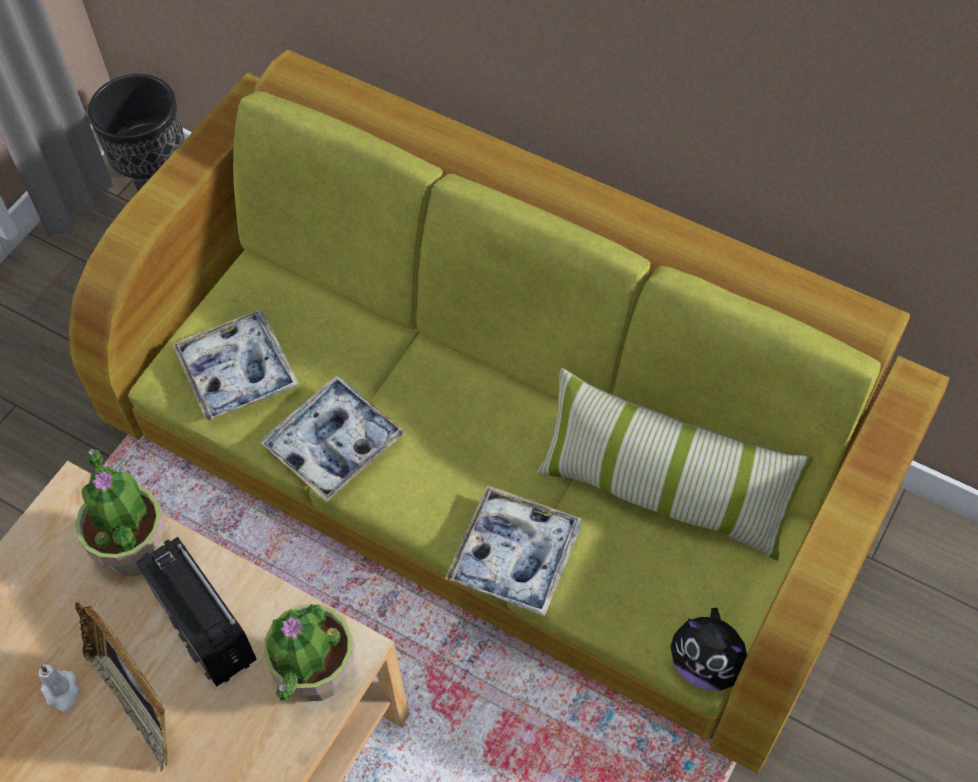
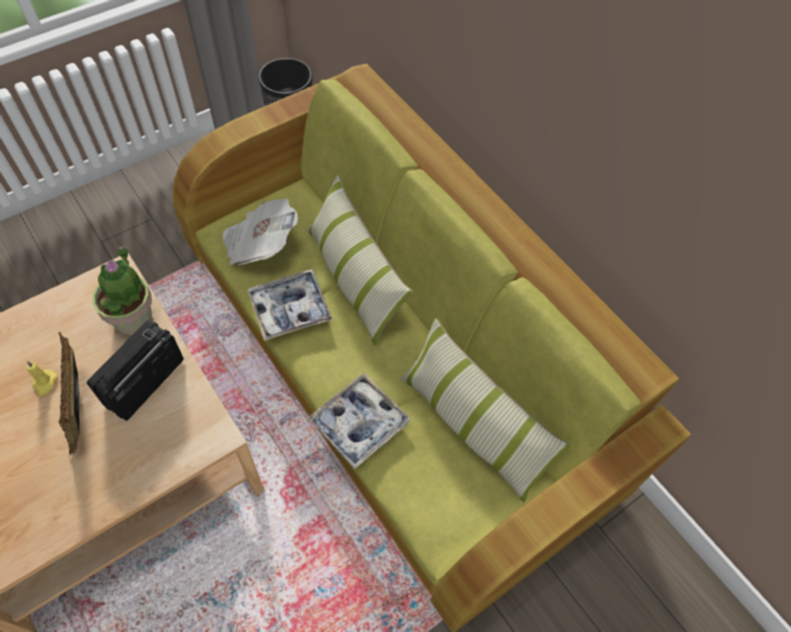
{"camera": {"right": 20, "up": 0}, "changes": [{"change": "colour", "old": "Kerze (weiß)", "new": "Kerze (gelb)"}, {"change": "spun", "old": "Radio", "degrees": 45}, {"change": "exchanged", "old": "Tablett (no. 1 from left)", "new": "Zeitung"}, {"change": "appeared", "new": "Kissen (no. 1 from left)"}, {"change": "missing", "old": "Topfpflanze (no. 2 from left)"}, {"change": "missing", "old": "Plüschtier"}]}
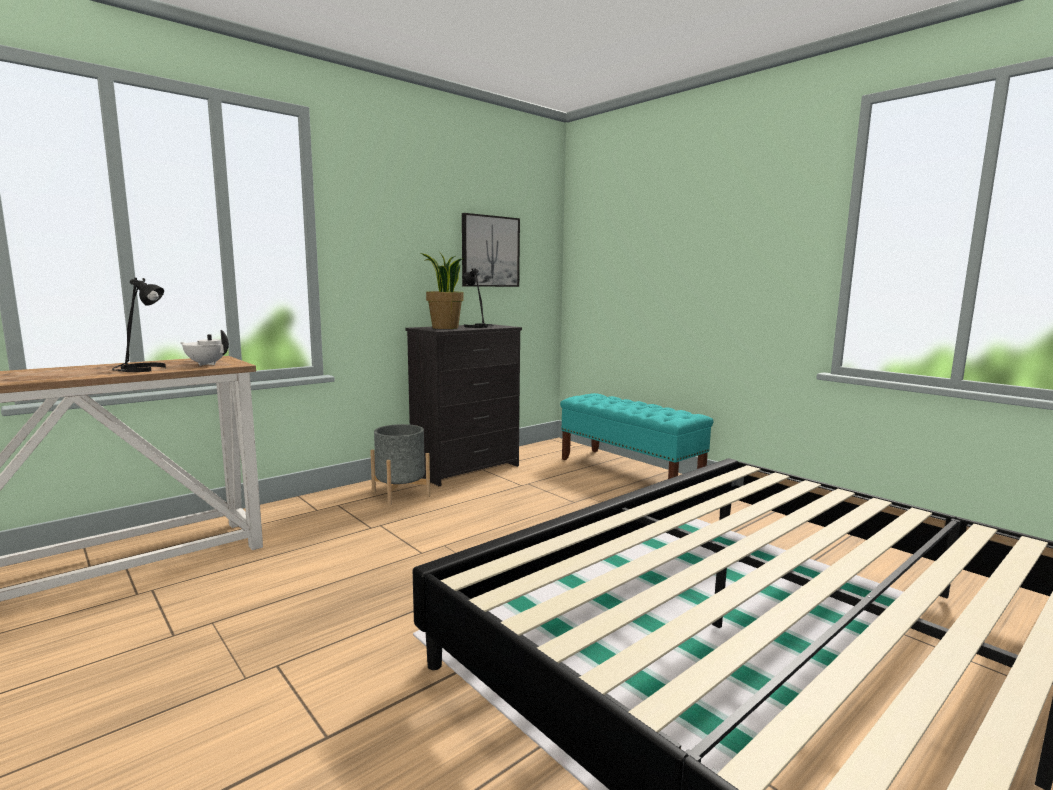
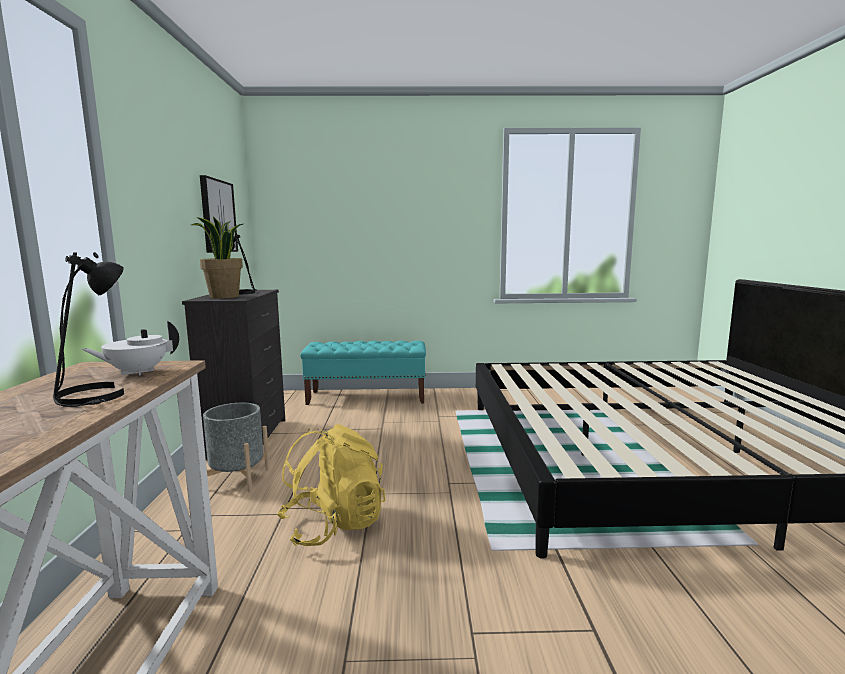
{"camera": {"right": -50, "up": 0}, "changes": [{"change": "appeared", "new": "Rucksack (gelb)"}]}
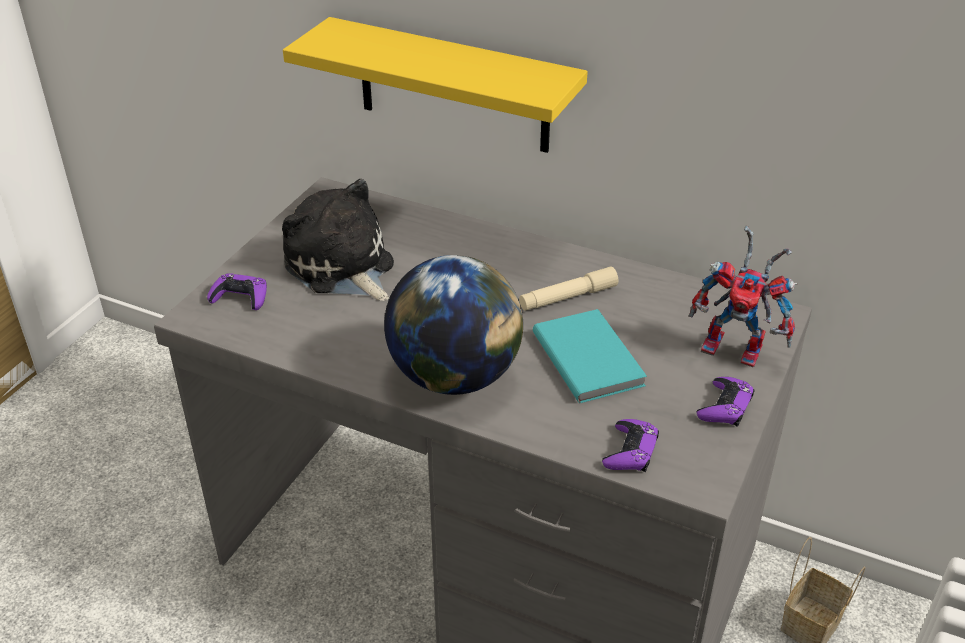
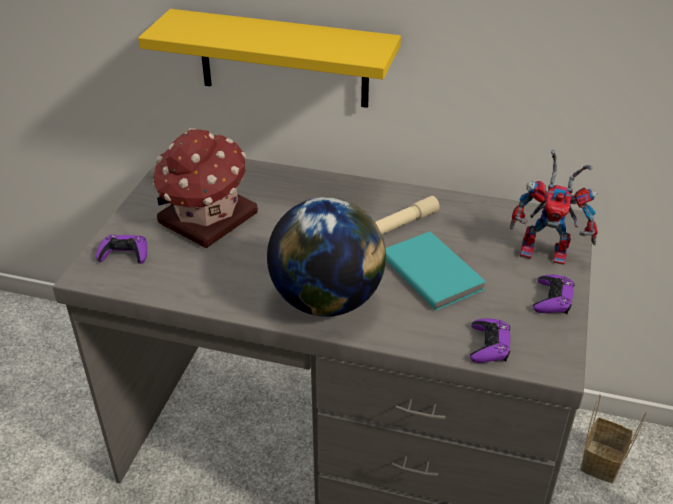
{"camera": {"right": -10, "up": 0}, "changes": [{"change": "exchanged", "old": "Plüschtier", "new": "Spielzeughaus"}]}
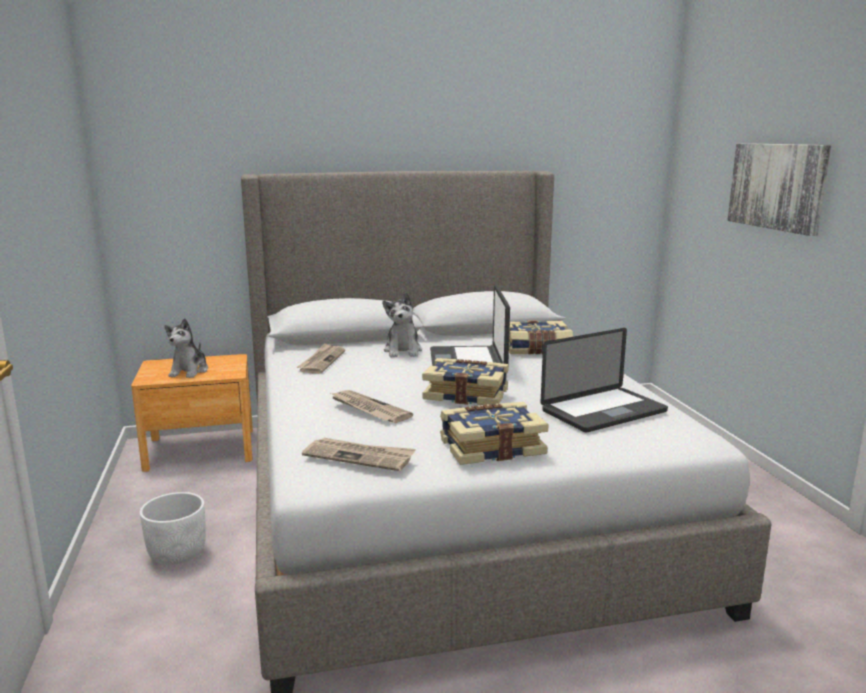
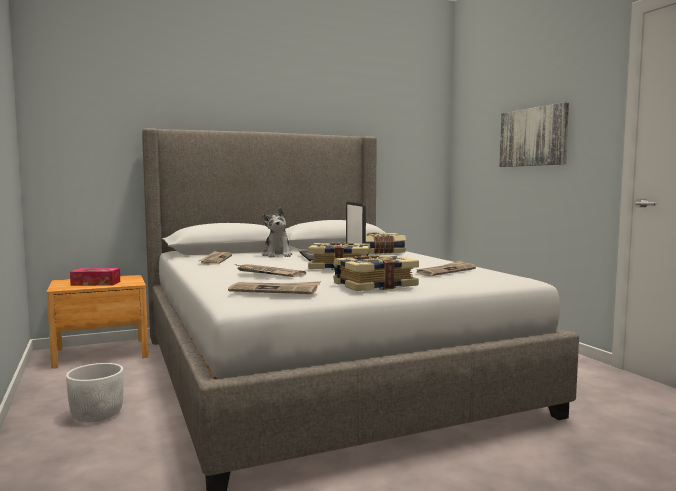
{"camera": {"right": -10, "up": -10}, "changes": [{"change": "exchanged", "old": "Plüschtier (no. 1 from left)", "new": "Taschentuchbox"}, {"change": "exchanged", "old": "Laptop (no. 2 from left)", "new": "Zeitung (no. 4 from left)"}]}
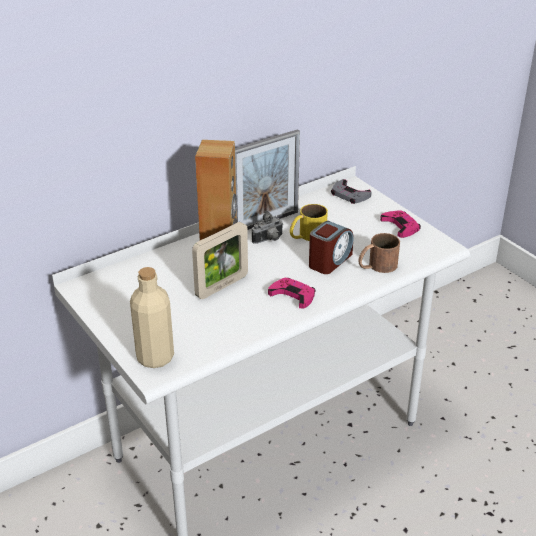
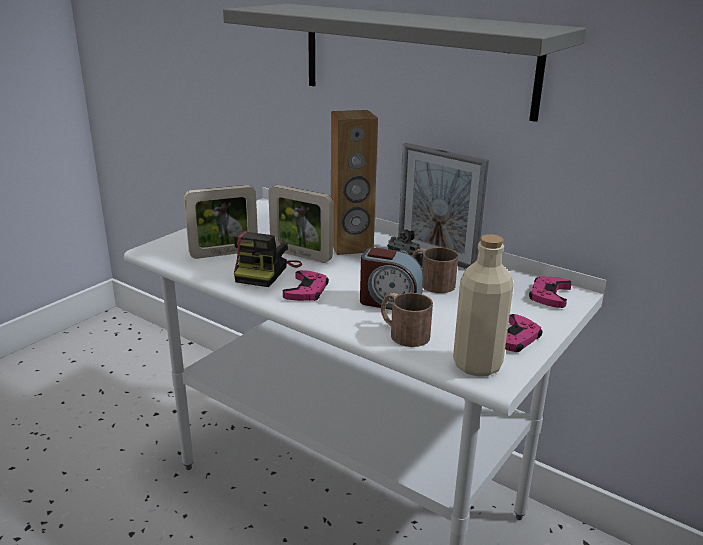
{"camera": {"right": 70, "up": -10}, "changes": [{"change": "appeared", "new": "Bilderrahmen (no. 1 from left)"}, {"change": "appeared", "new": "Wandregal (grau)"}, {"change": "appeared", "new": "Kamera (no. 1 from left)"}, {"change": "colour", "old": "Henkelbecher (gelb)", "new": "Henkelbecher (braun) (no. 2 from left)"}, {"change": "relocated", "old": "Flasche (beige)"}, {"change": "colour", "old": "Gamepad (grau)", "new": "Gamepad (rosa) (no. 3 from left)"}]}
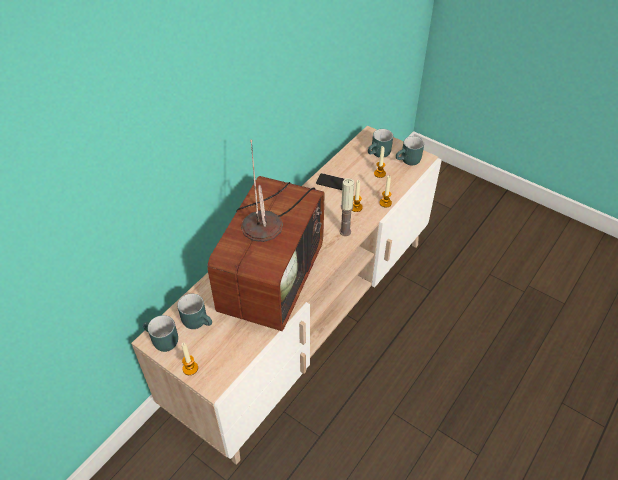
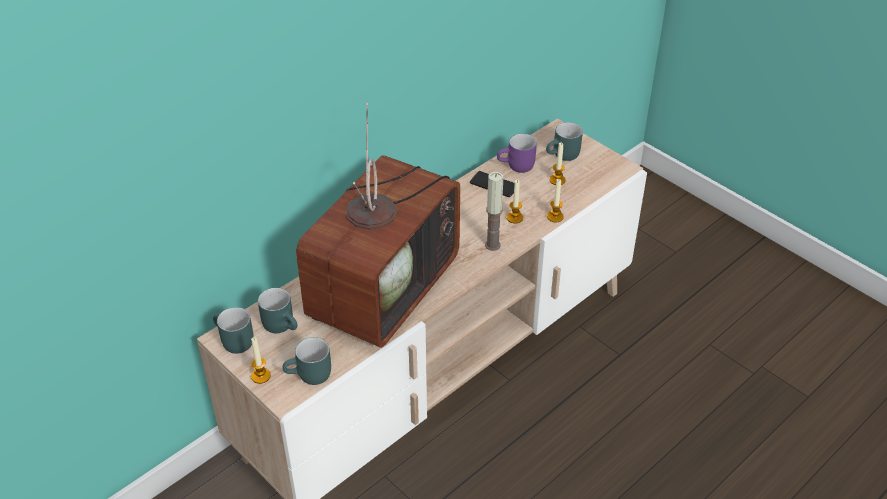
{"camera": {"right": 10, "up": -5}, "changes": [{"change": "relocated", "old": "Henkelbecher (türkis) (no. 4 from left in the first image)", "new": "Henkelbecher (türkis) (no. 3 from left)"}, {"change": "appeared", "new": "Henkelbecher (lila)"}]}
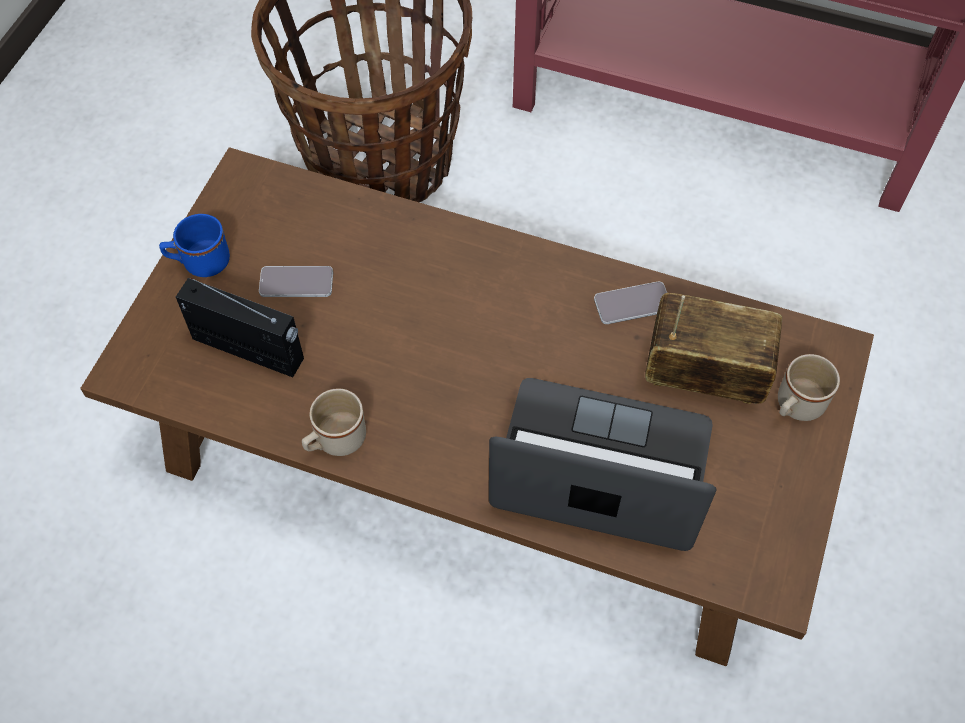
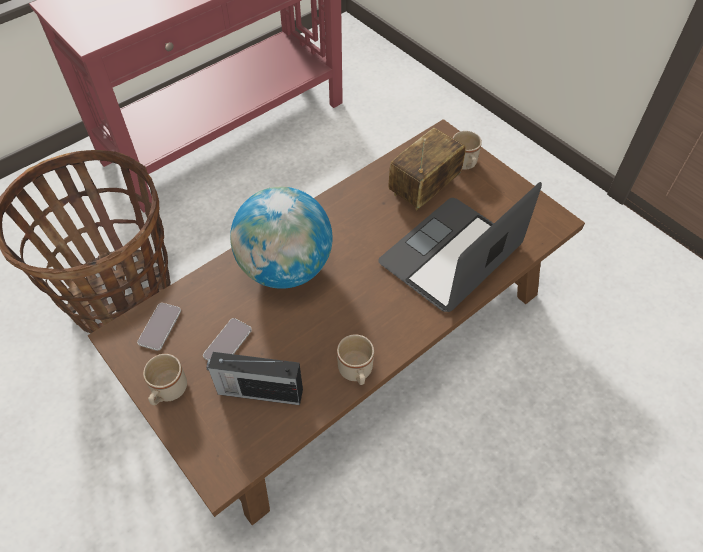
{"camera": {"right": -60, "up": -5}, "changes": [{"change": "relocated", "old": "Handy (no. 2 from left in the first image)", "new": "Handy (no. 1 from left)"}, {"change": "colour", "old": "Henkelbecher (blau)", "new": "Henkelbecher (beige) (no. 1 from left)"}, {"change": "spun", "old": "Radio (no. 1 from left)", "degrees": -135}, {"change": "appeared", "new": "Globus"}]}
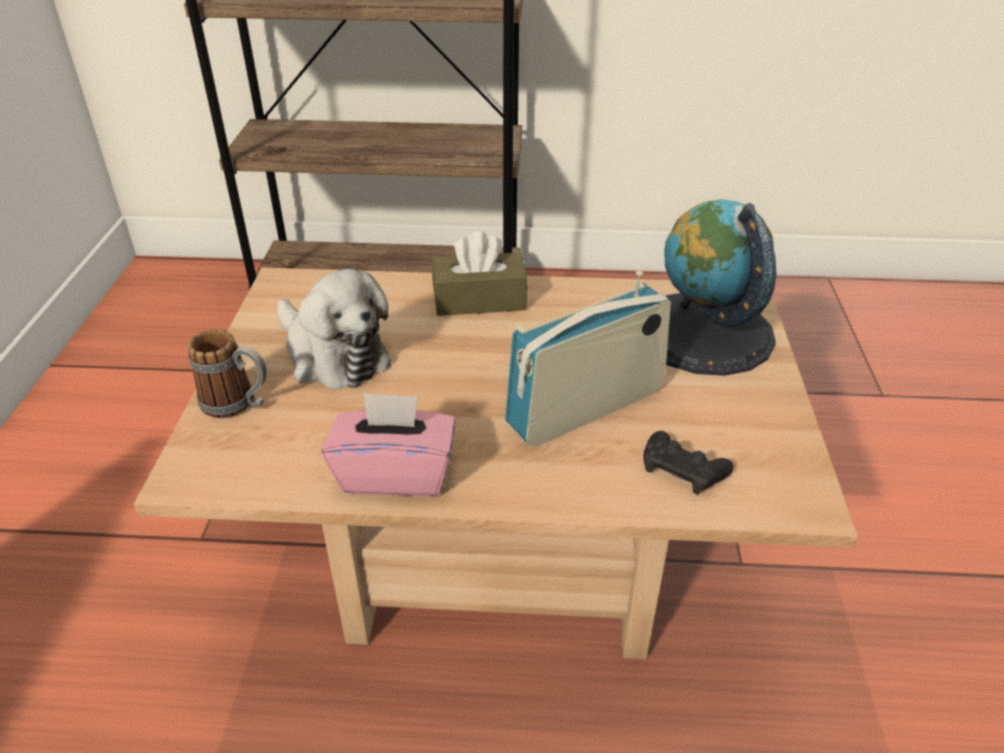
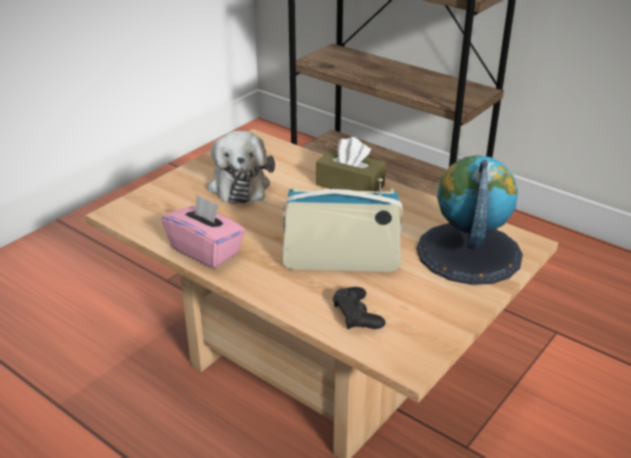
{"camera": {"right": 35, "up": -5}, "changes": [{"change": "missing", "old": "Henkelbecher"}]}
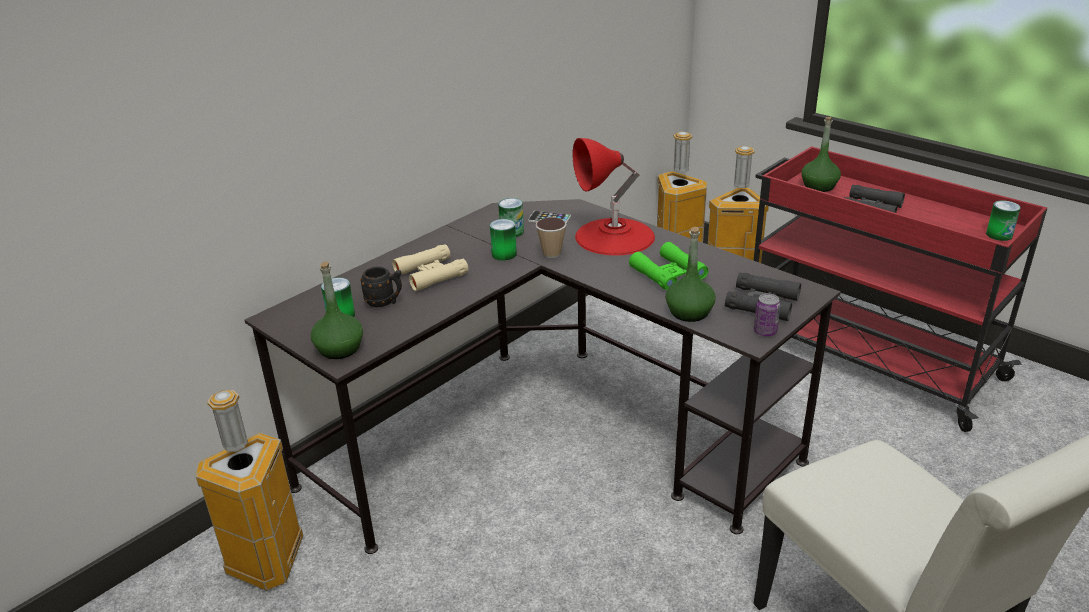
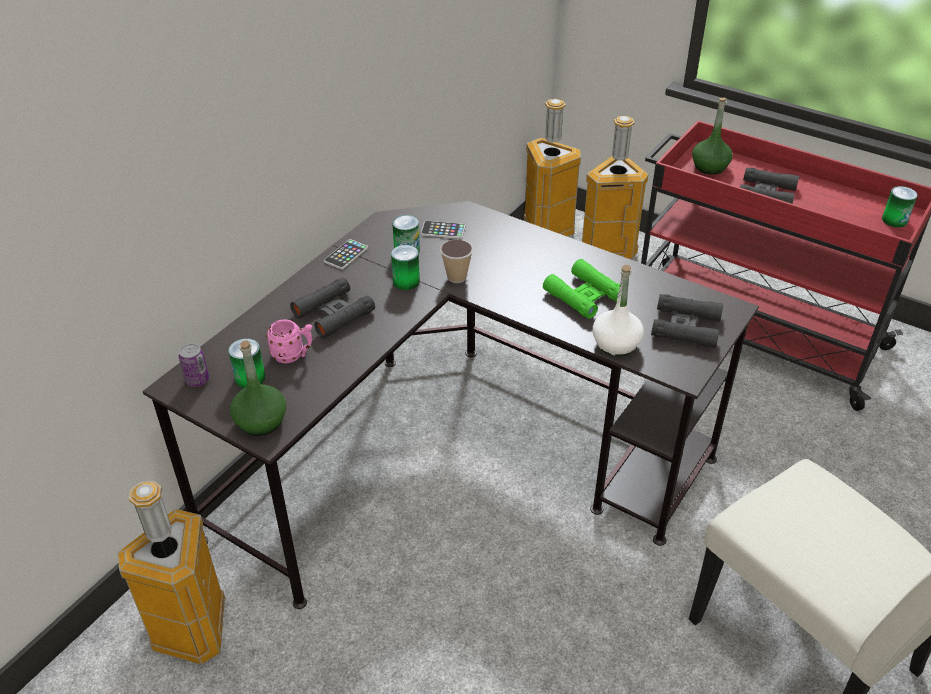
{"camera": {"right": -10, "up": 10}, "changes": [{"change": "relocated", "old": "Dose (no. 4 from left in the first image)", "new": "Dose (no. 1 from left)"}, {"change": "colour", "old": "Henkelbecher (schwarz)", "new": "Henkelbecher (rosa)"}, {"change": "colour", "old": "Fernglas (beige)", "new": "Fernglas (schwarz) (no. 1 from left)"}, {"change": "appeared", "new": "Handy (no. 1 from left)"}, {"change": "colour", "old": "Flasche (grün) (no. 2 from left)", "new": "Flasche (weiß)"}, {"change": "missing", "old": "Tischlampe (rot)"}]}
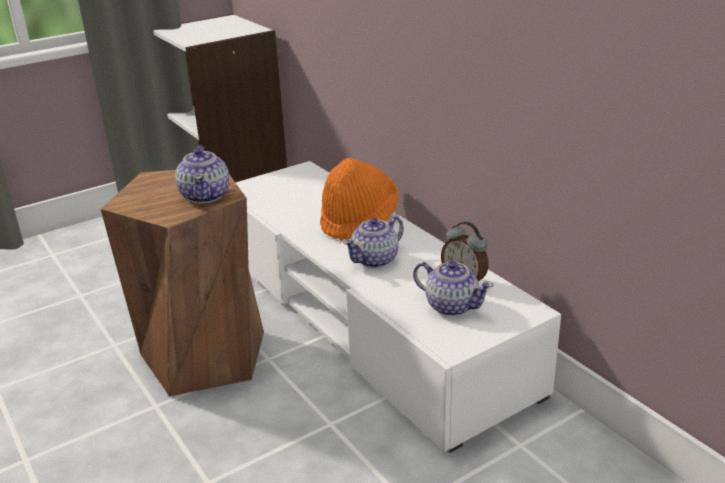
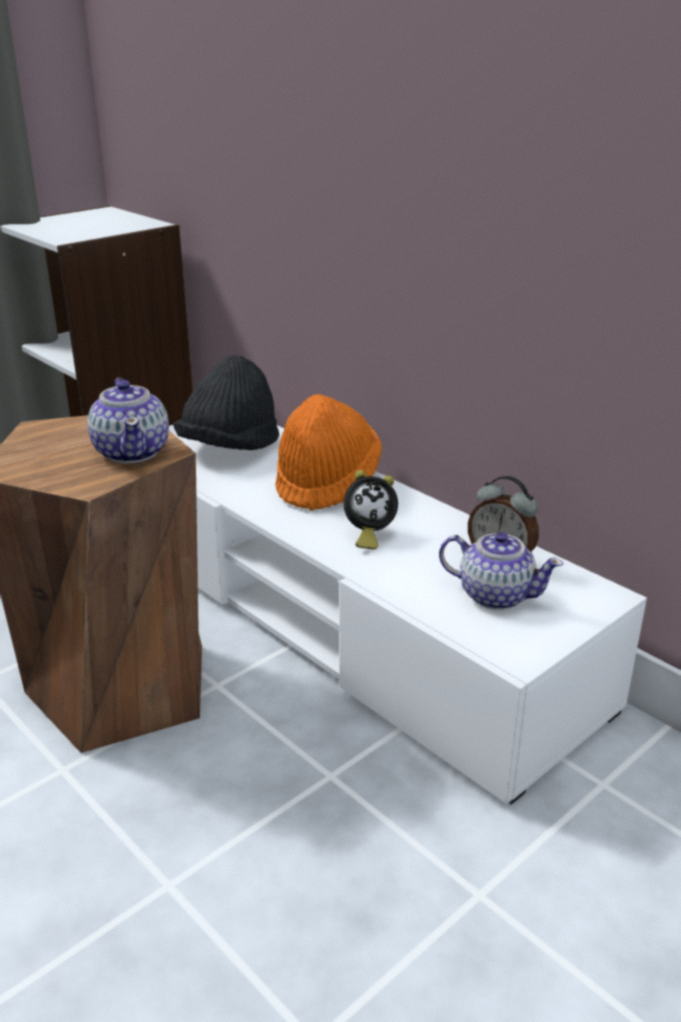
{"camera": {"right": -10, "up": 0}, "changes": [{"change": "appeared", "new": "Hut (schwarz)"}, {"change": "exchanged", "old": "Teekanne (no. 2 from left)", "new": "Wecker (no. 1 from left)"}]}
